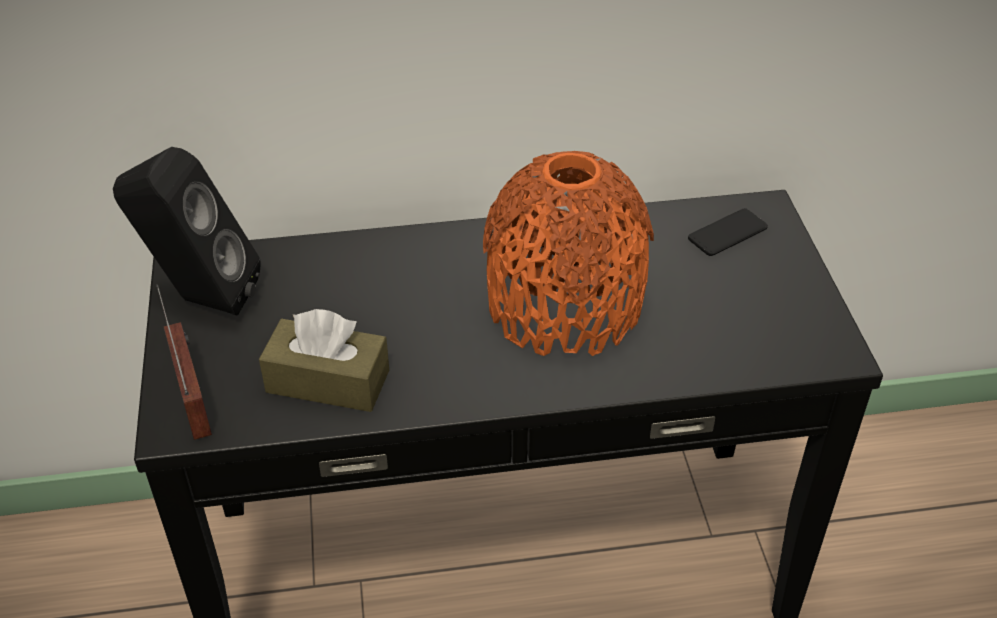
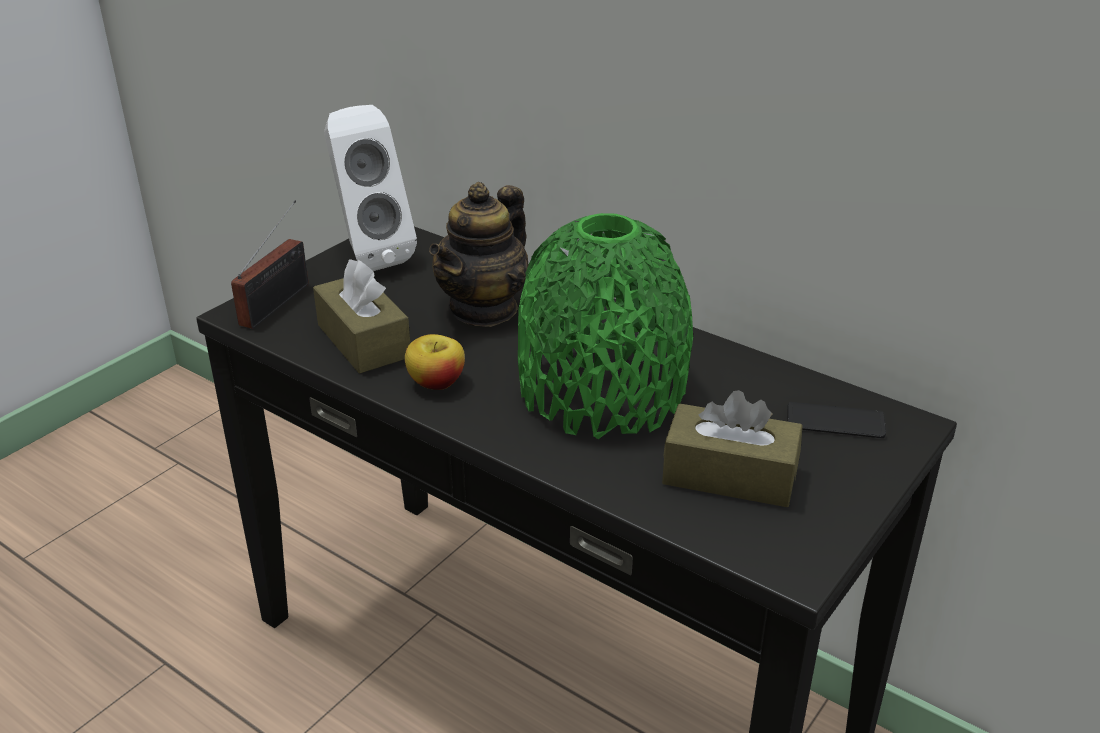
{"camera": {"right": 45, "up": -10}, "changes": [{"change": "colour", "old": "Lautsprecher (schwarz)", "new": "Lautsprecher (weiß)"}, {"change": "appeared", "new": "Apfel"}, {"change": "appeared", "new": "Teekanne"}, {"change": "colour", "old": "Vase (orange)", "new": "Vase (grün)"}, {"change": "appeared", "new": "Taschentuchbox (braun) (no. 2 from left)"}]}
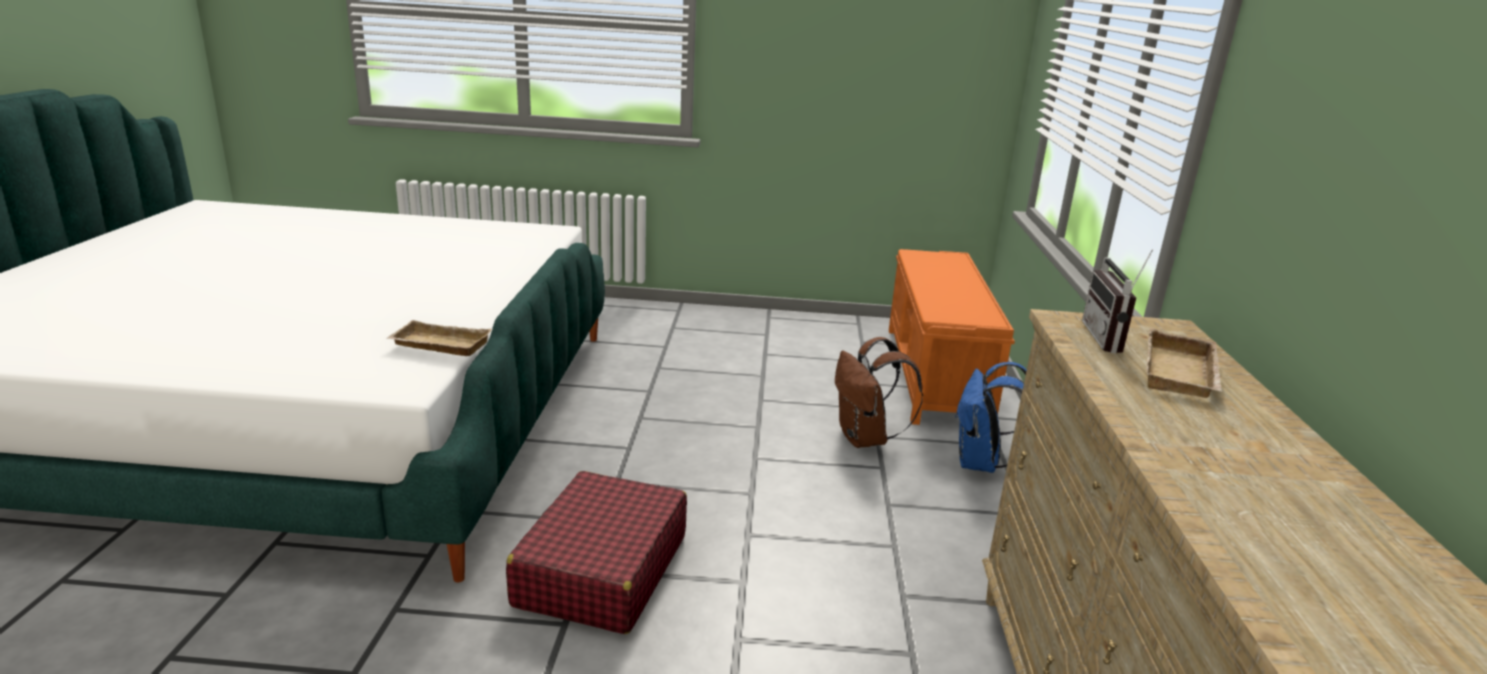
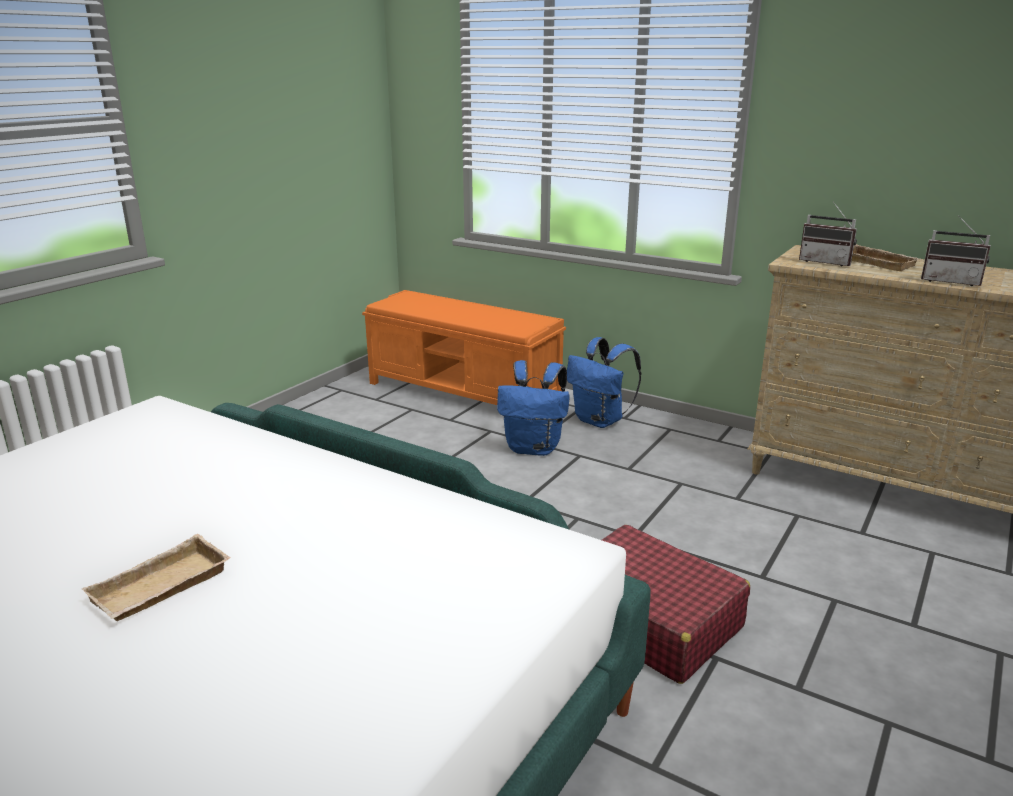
{"camera": {"right": -60, "up": 0}, "changes": [{"change": "relocated", "old": "Tablett (beige) (no. 1 from left)"}, {"change": "colour", "old": "Rucksack (braun)", "new": "Rucksack (blau) (no. 1 from left)"}, {"change": "appeared", "new": "Radio (no. 2 from left)"}]}
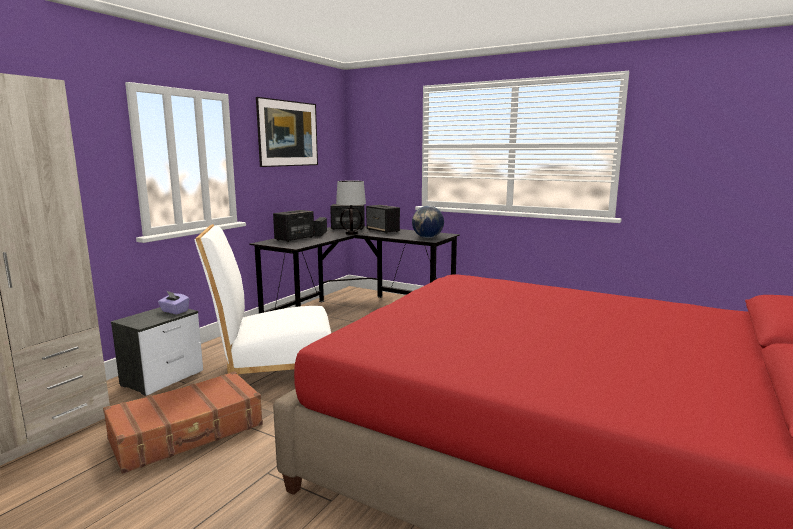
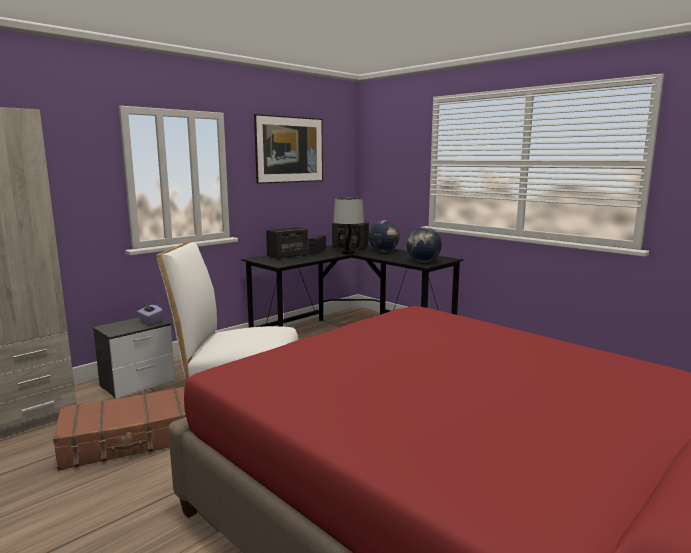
{"camera": {"right": 15, "up": 0}, "changes": [{"change": "exchanged", "old": "Lautsprecher (no. 3 from left)", "new": "Globus (no. 1 from left)"}]}
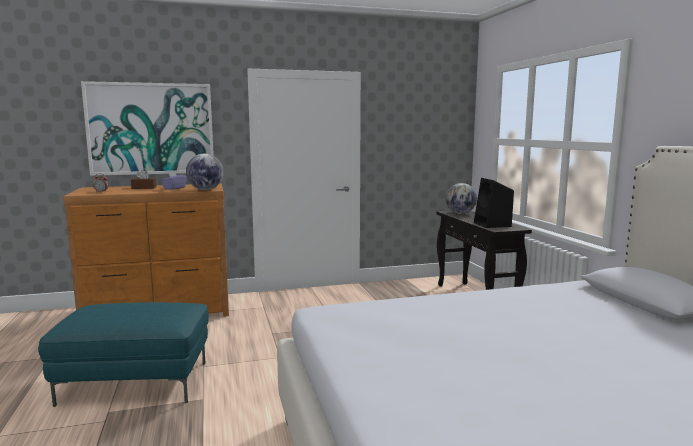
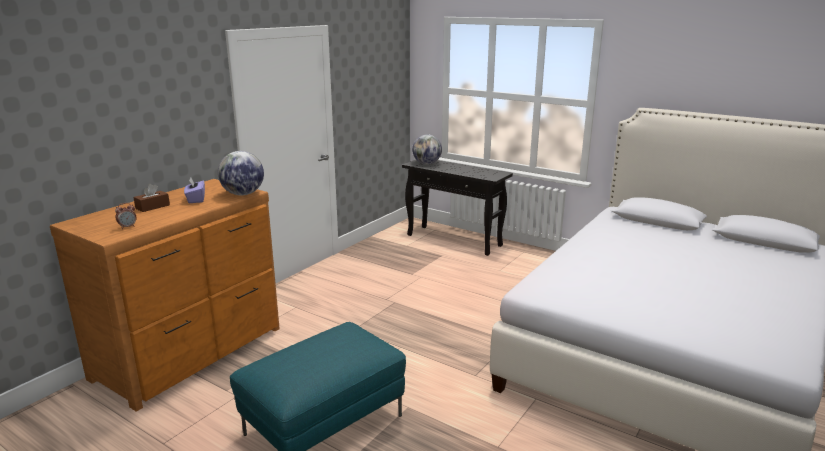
{"camera": {"right": -40, "up": 10}, "changes": [{"change": "missing", "old": "Bild"}, {"change": "missing", "old": "Lautsprecher (schwarz)"}]}
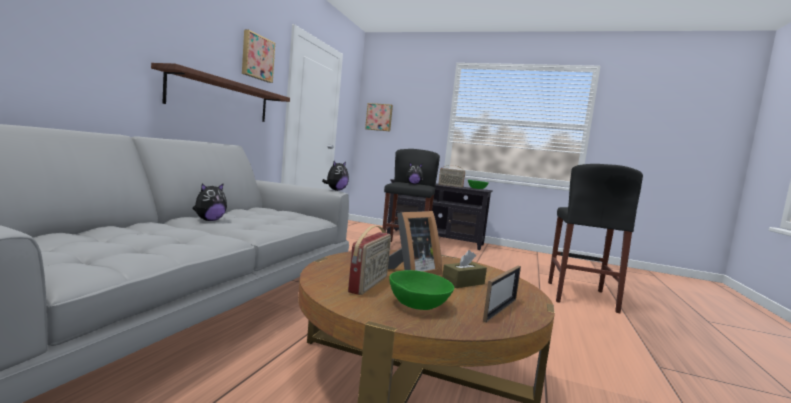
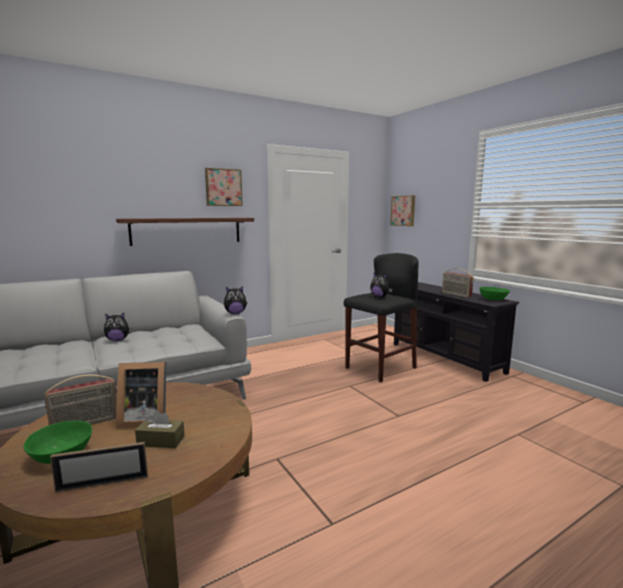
{"camera": {"right": 40, "up": 5}, "changes": [{"change": "missing", "old": "Hocker (schwarz) (no. 2 from left)"}]}
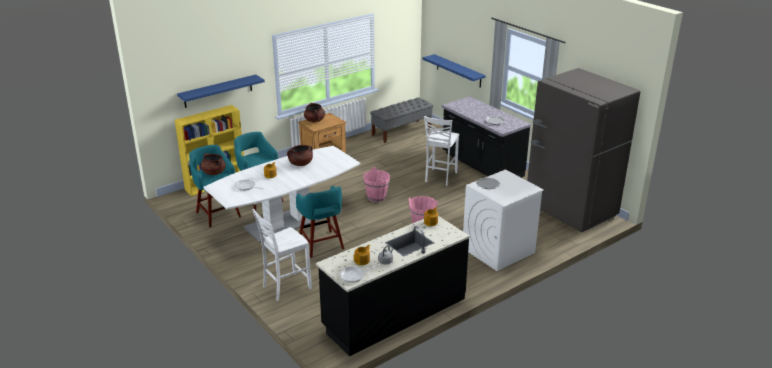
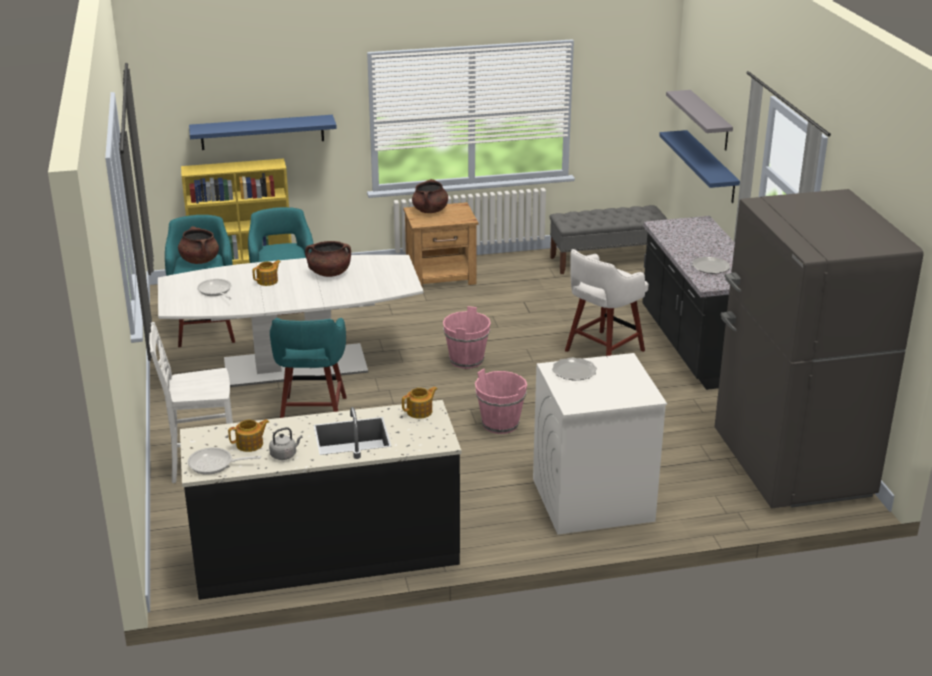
{"camera": {"right": 25, "up": 0}, "changes": [{"change": "exchanged", "old": "Stuhl (weiß) (no. 2 from left)", "new": "Hocker (weiß)"}, {"change": "appeared", "new": "Wandregal (grau)"}]}
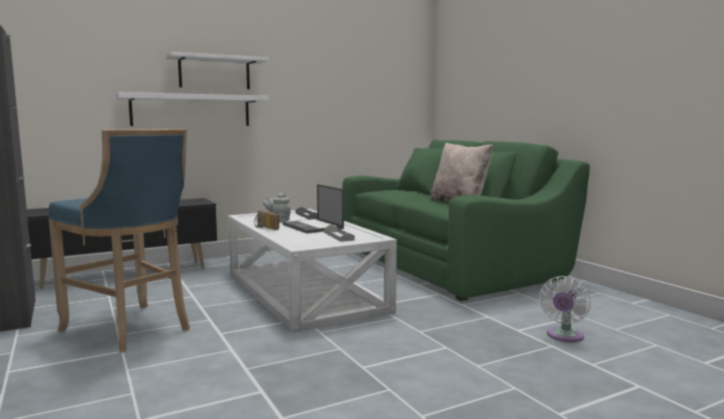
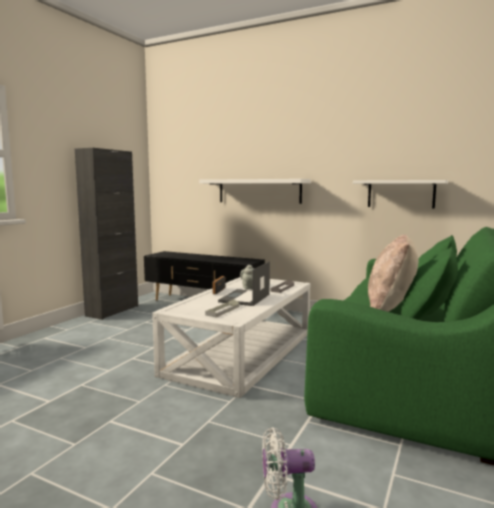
{"camera": {"right": 55, "up": 0}, "changes": [{"change": "relocated", "old": "Wandregal (weiß) (no. 2 from left)"}, {"change": "missing", "old": "Hocker (blau)"}]}
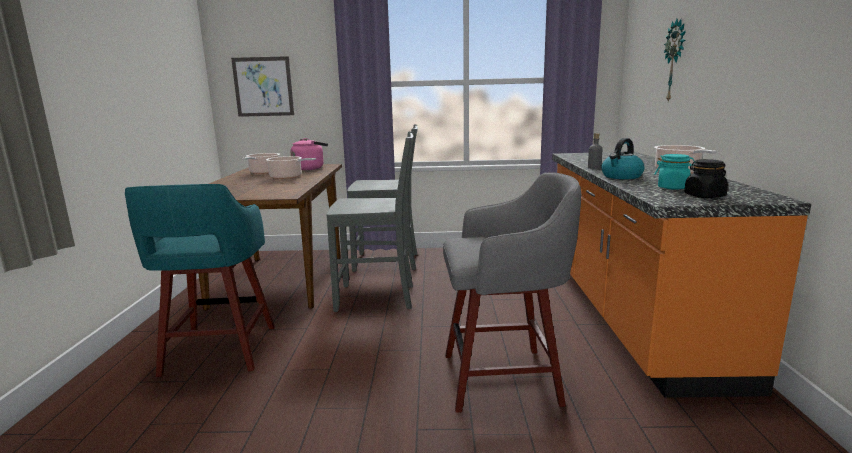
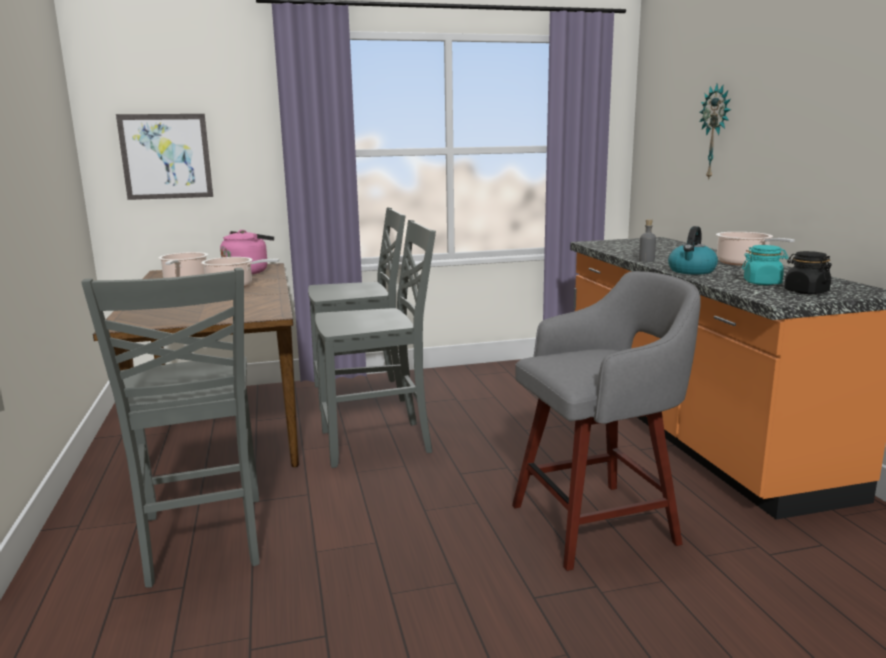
{"camera": {"right": -15, "up": 0}, "changes": [{"change": "exchanged", "old": "Hocker (türkis)", "new": "Stuhl (grau) (no. 1 from left)"}]}
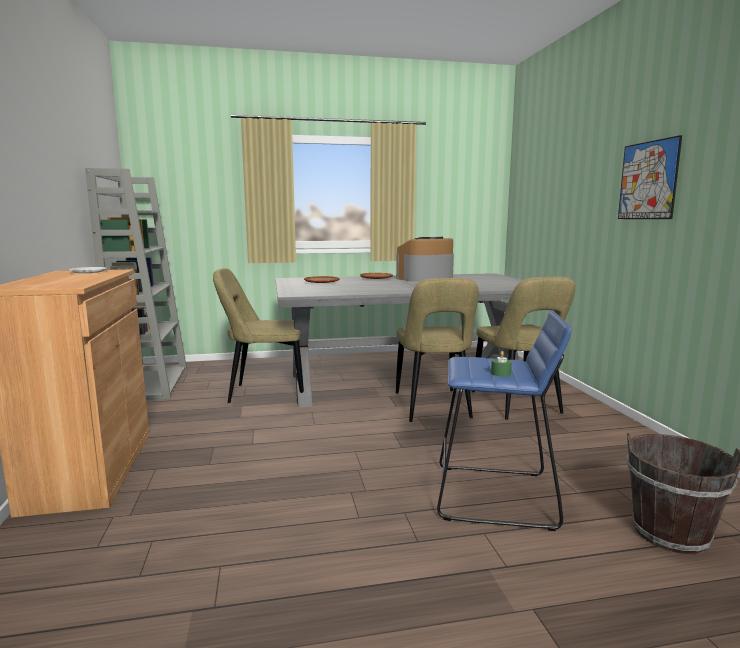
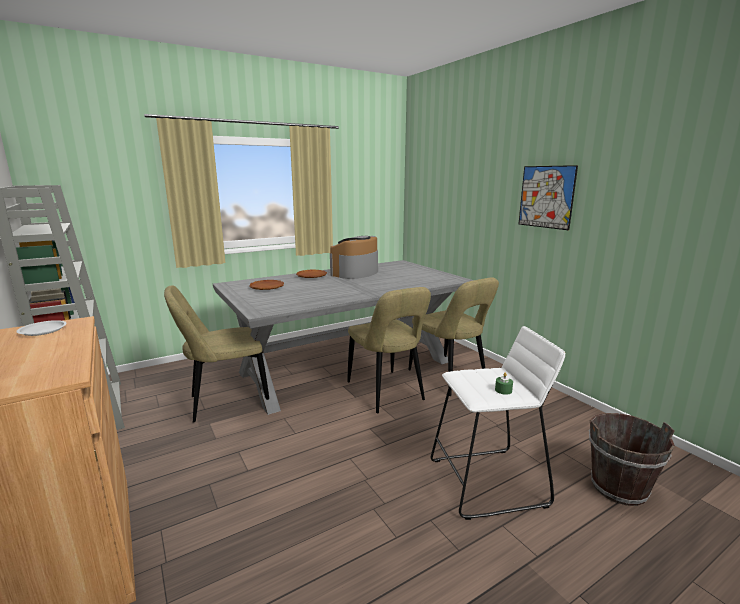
{"camera": {"right": -20, "up": 5}, "changes": [{"change": "colour", "old": "Hocker (blau)", "new": "Hocker (weiß)"}]}
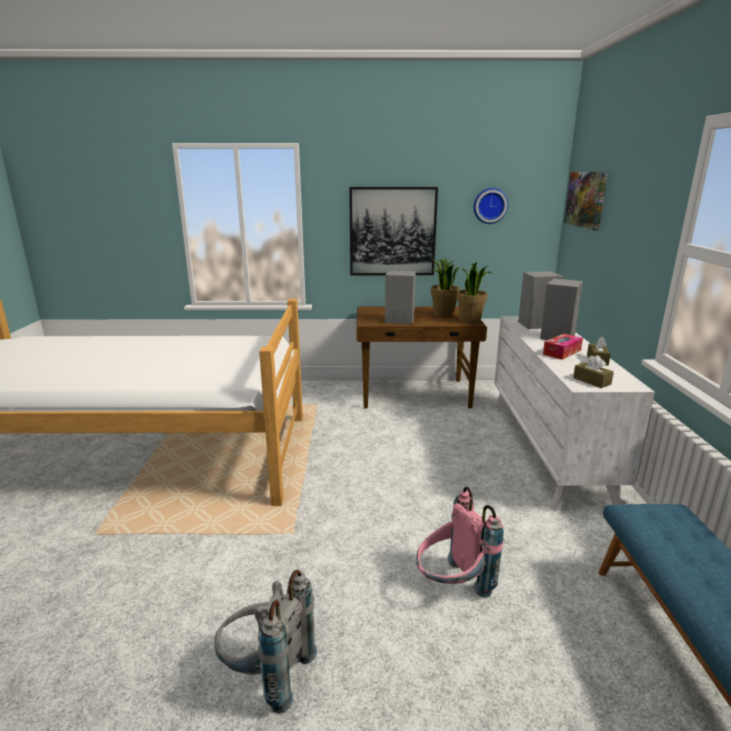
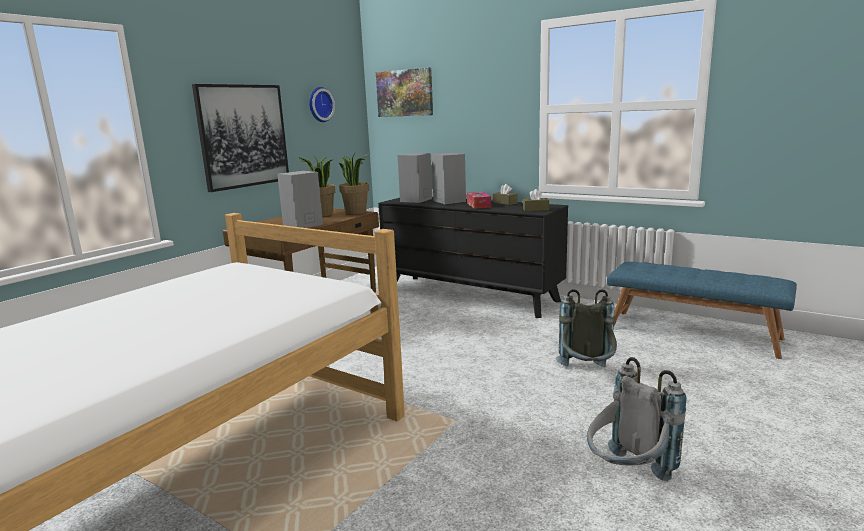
{"camera": {"right": -55, "up": -5}, "changes": [{"change": "colour", "old": "Kommode (weiß)", "new": "Kommode (schwarz)"}, {"change": "colour", "old": "Rucksack (rosa)", "new": "Rucksack (grau) (no. 1 from left)"}]}
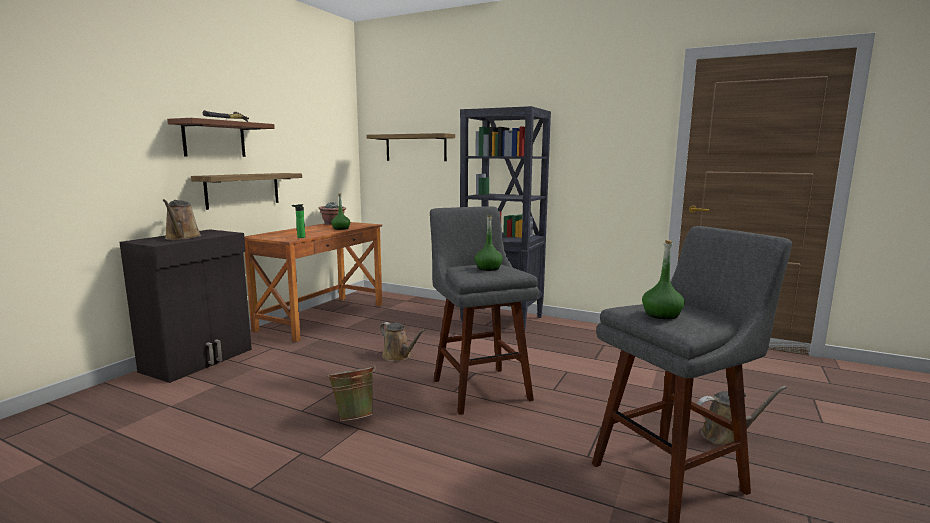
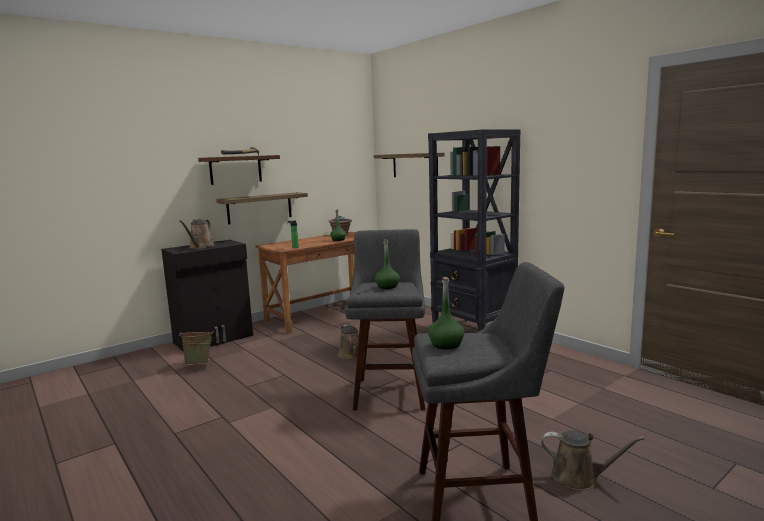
{"camera": {"right": 25, "up": 0}, "changes": [{"change": "relocated", "old": "Eimer (grün)"}]}
